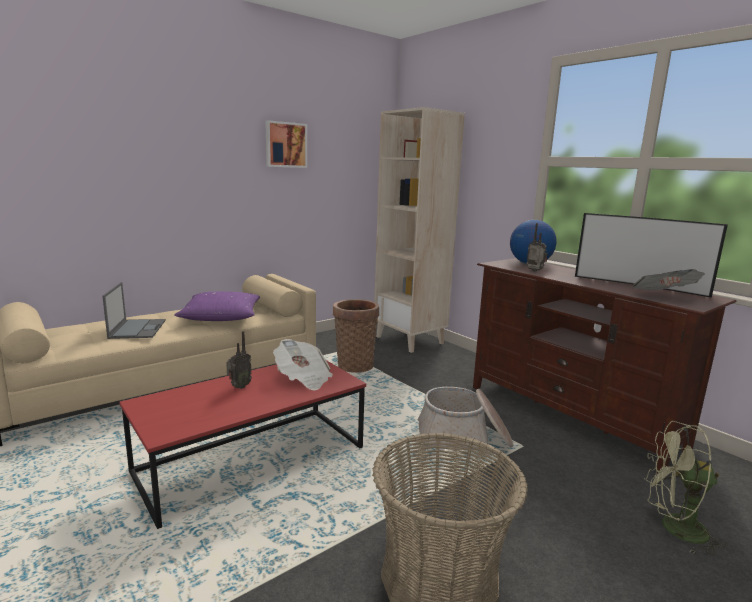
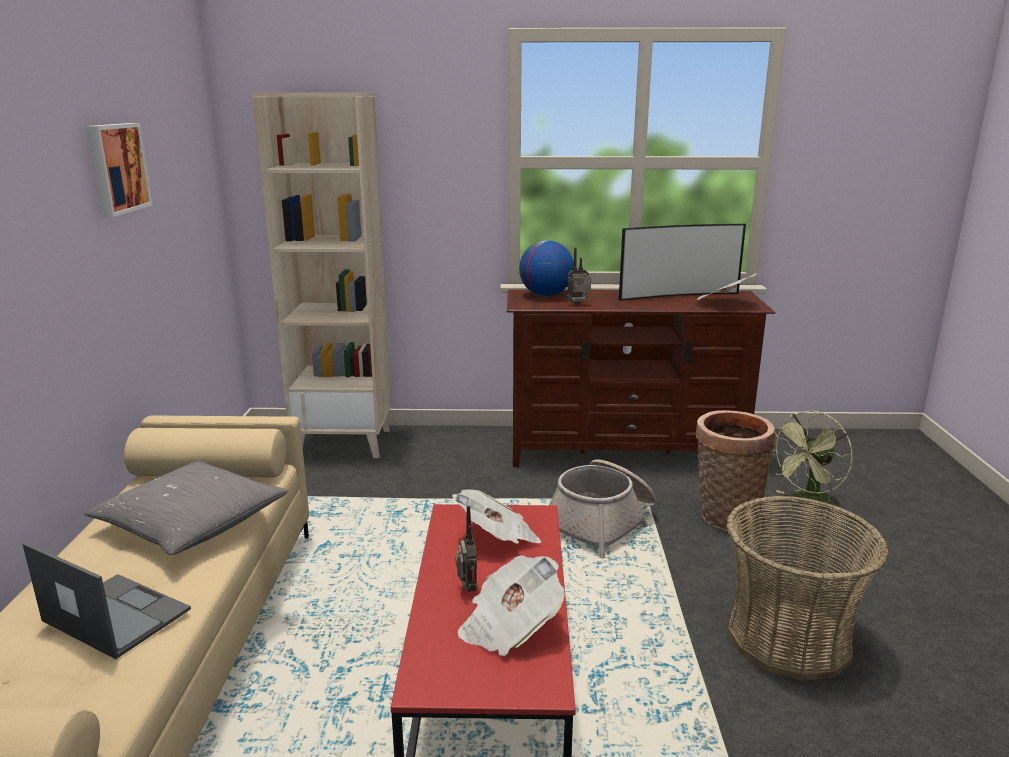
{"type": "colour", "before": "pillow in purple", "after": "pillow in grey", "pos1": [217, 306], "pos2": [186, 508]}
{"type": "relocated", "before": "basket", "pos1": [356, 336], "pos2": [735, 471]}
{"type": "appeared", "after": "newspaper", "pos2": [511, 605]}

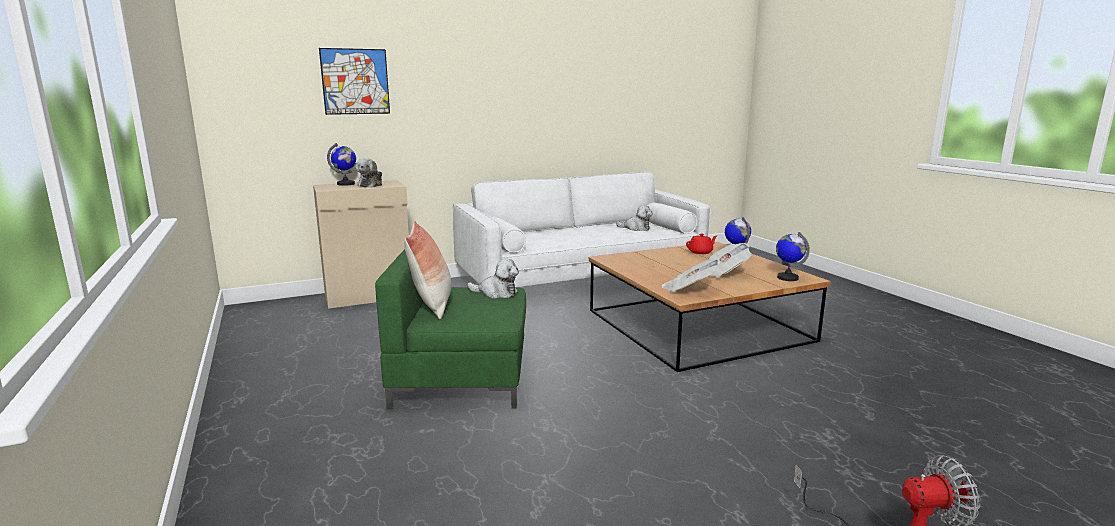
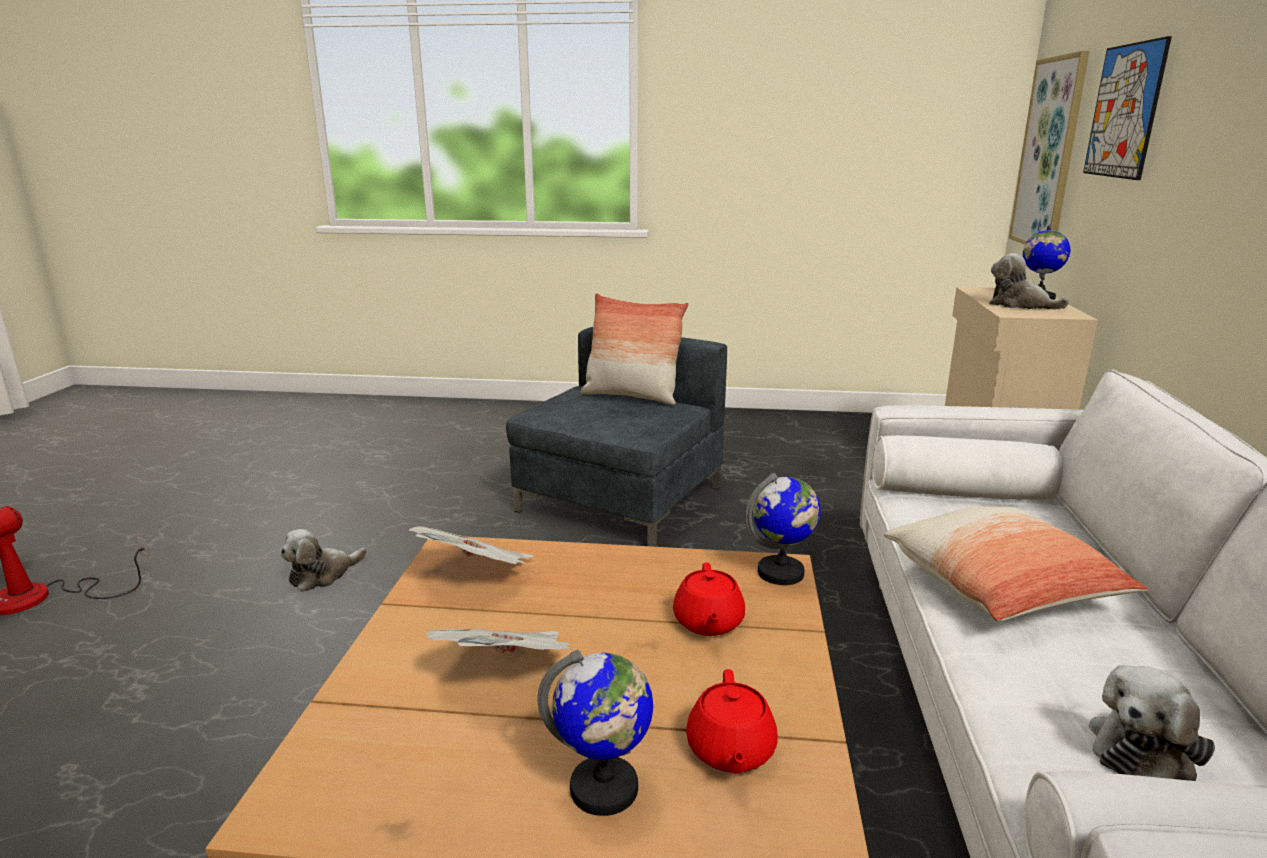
{"type": "colour", "before": "armchair in green", "after": "armchair in grey", "pos1": [450, 329], "pos2": [616, 437]}
{"type": "relocated", "before": "plush toy", "pos1": [493, 278], "pos2": [323, 560]}
{"type": "relocated", "before": "globe", "pos1": [793, 256], "pos2": [783, 529]}
{"type": "appeared", "after": "teapot in red", "pos2": [709, 599]}
{"type": "appeared", "after": "pillow", "pos2": [1016, 564]}
{"type": "appeared", "after": "picture", "pos2": [1049, 148]}

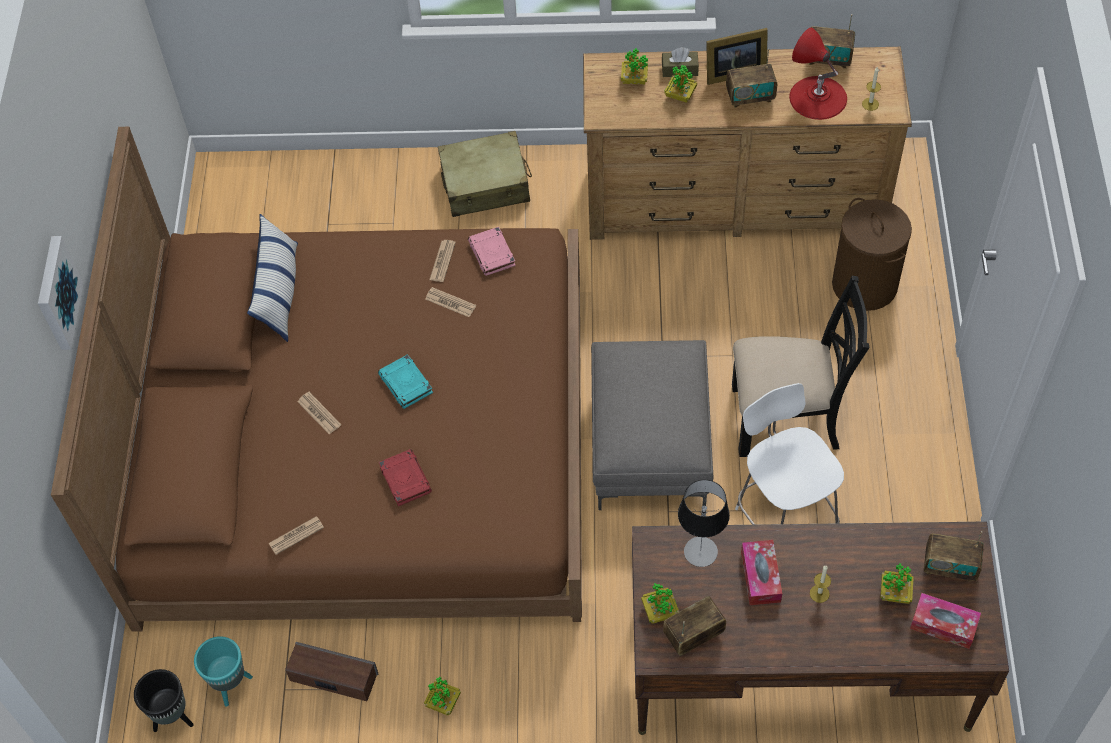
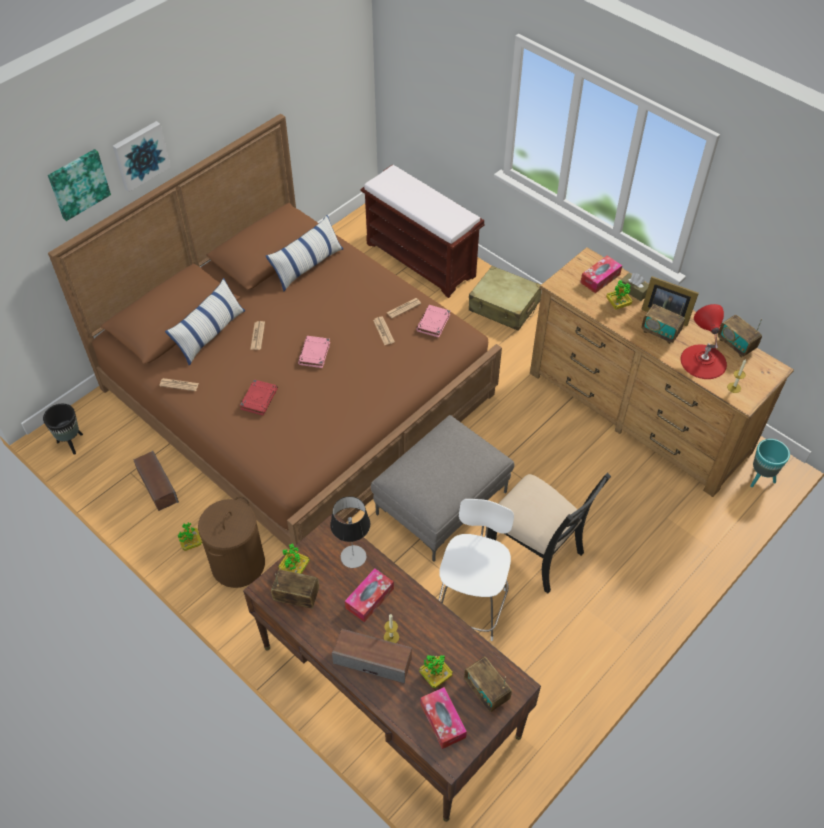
{"type": "relocated", "before": "planter in turquoise", "pos1": [223, 671], "pos2": [770, 463]}
{"type": "colour", "before": "book in turquoise", "after": "book in pink", "pos1": [405, 381], "pos2": [314, 352]}
{"type": "exchanged", "before": "potted plant", "after": "tissue box", "pos1": [634, 66], "pos2": [601, 274]}
{"type": "relocated", "before": "laundry basket in brown", "pos1": [872, 254], "pos2": [231, 542]}
{"type": "appeared", "after": "picture", "pos2": [79, 185]}
{"type": "appeared", "after": "pillow", "pos2": [205, 322]}
{"type": "appeared", "after": "speaker", "pos2": [372, 656]}
{"type": "appeared", "after": "bench in brown", "pos2": [422, 231]}

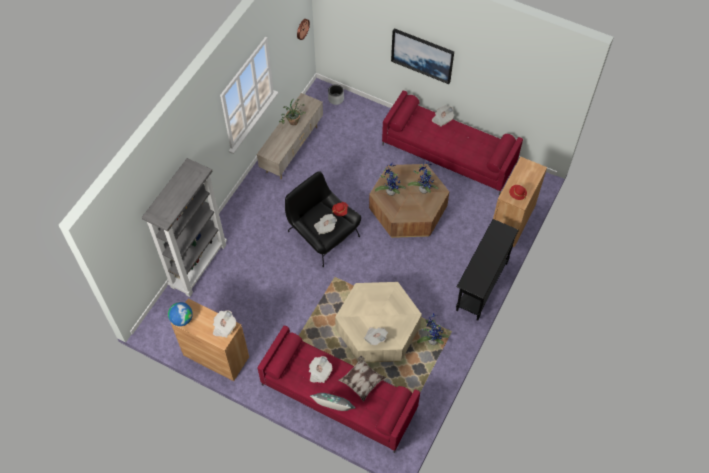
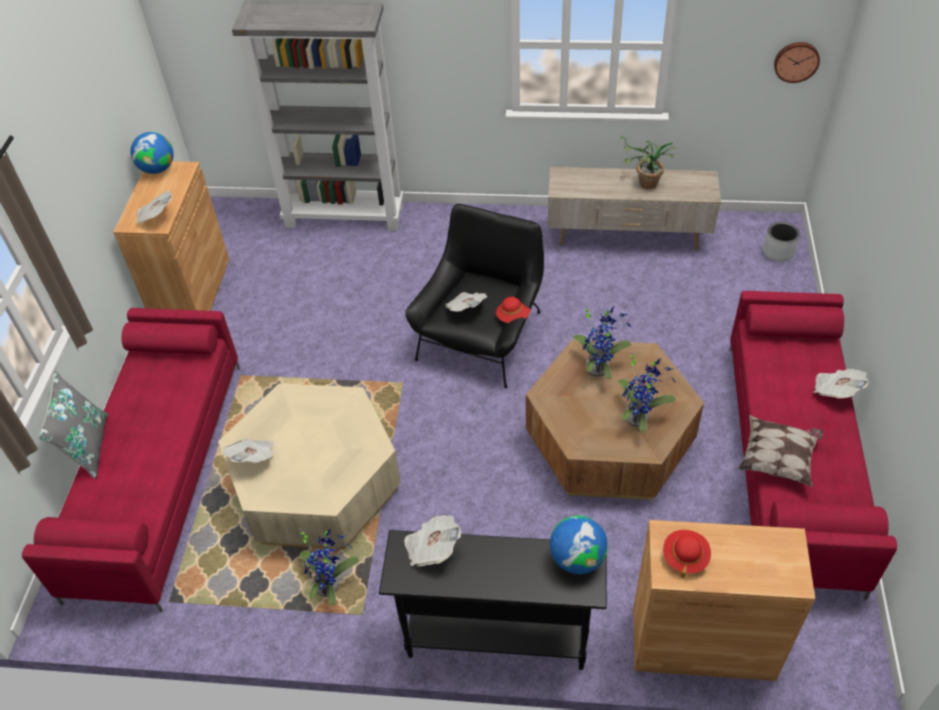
{"type": "relocated", "before": "newspaper", "pos1": [320, 369], "pos2": [432, 540]}
{"type": "relocated", "before": "pillow", "pos1": [362, 379], "pos2": [780, 451]}
{"type": "missing", "before": "picture", "pos1": [422, 56]}
{"type": "appeared", "after": "globe", "pos2": [579, 544]}

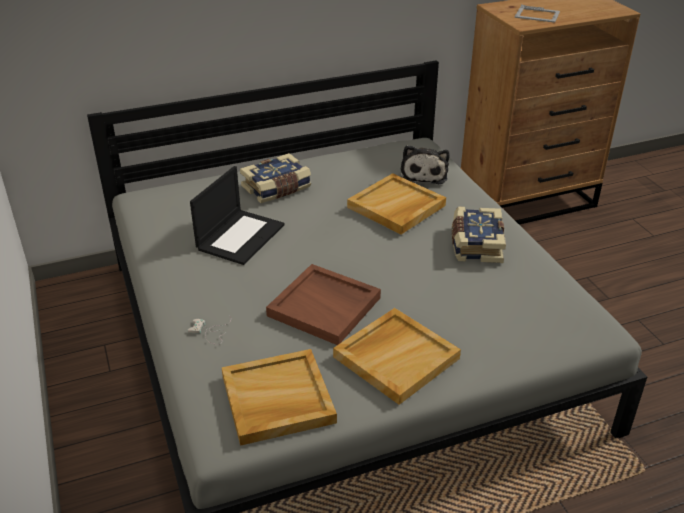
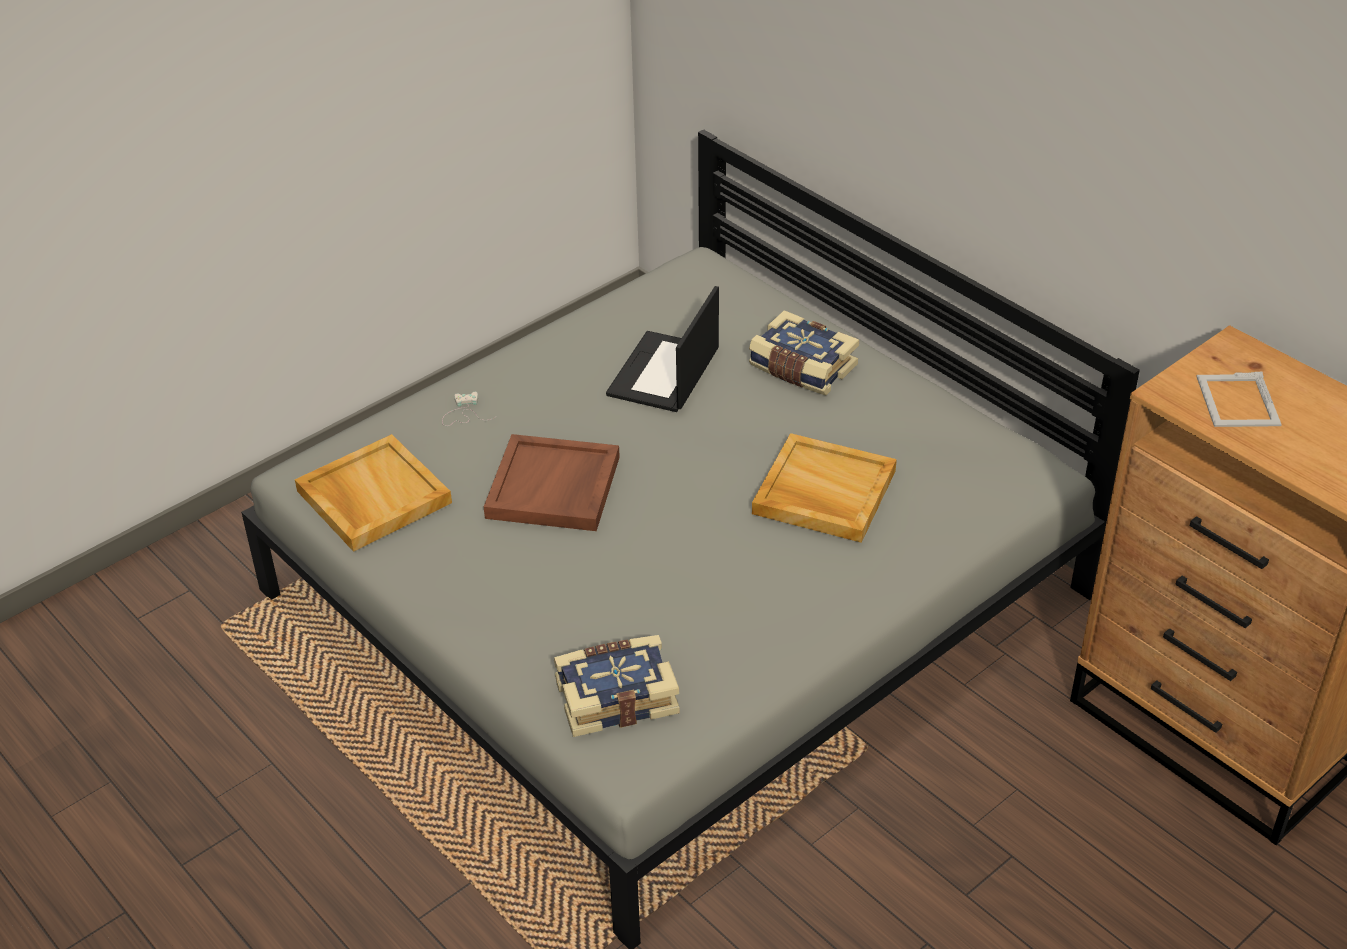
{"type": "spun", "before": "laptop", "pos1": [237, 215], "pos2": [662, 349], "turn": 105}
{"type": "missing", "before": "tray in beige", "pos1": [397, 356]}
{"type": "missing", "before": "plush toy", "pos1": [425, 164]}
{"type": "relocated", "before": "book", "pos1": [479, 234], "pos2": [617, 686]}

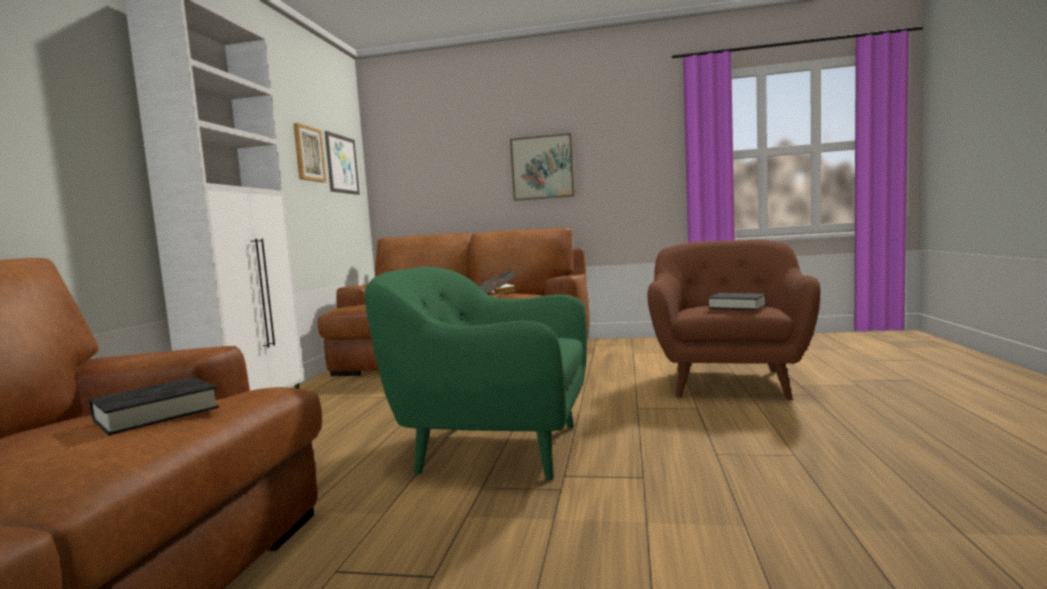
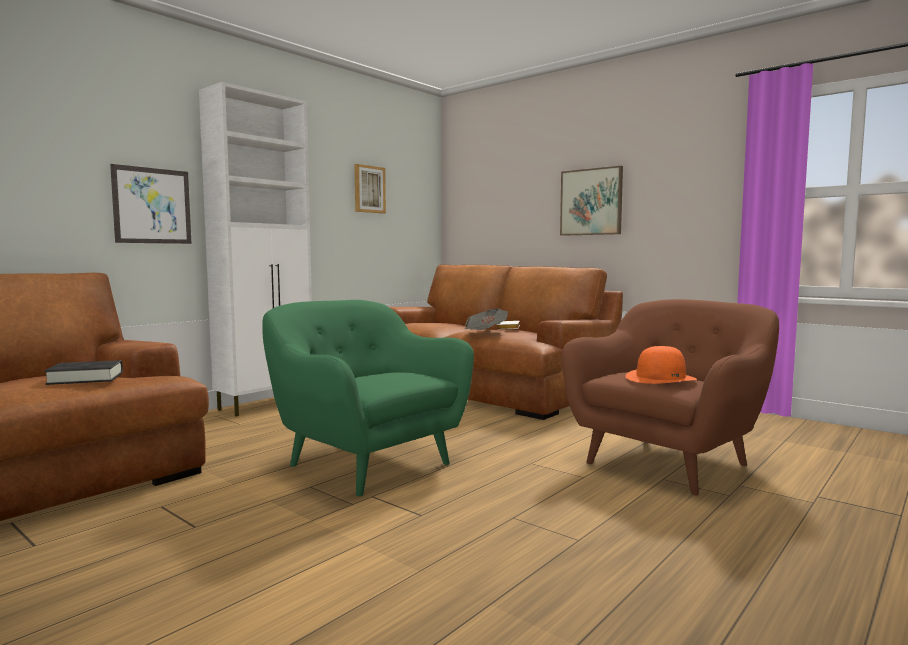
{"type": "relocated", "before": "picture", "pos1": [342, 163], "pos2": [151, 204]}
{"type": "exchanged", "before": "book in black", "after": "hat in orange", "pos1": [737, 301], "pos2": [661, 365]}

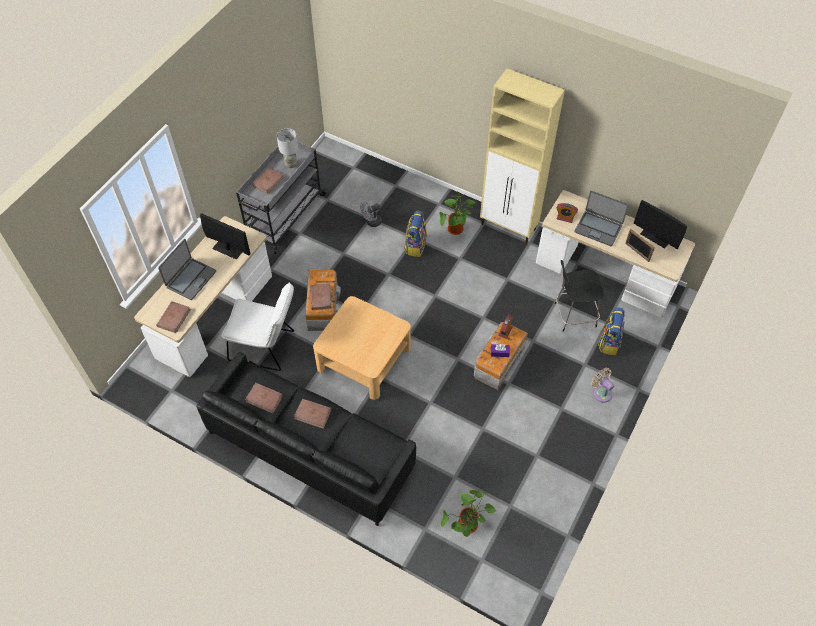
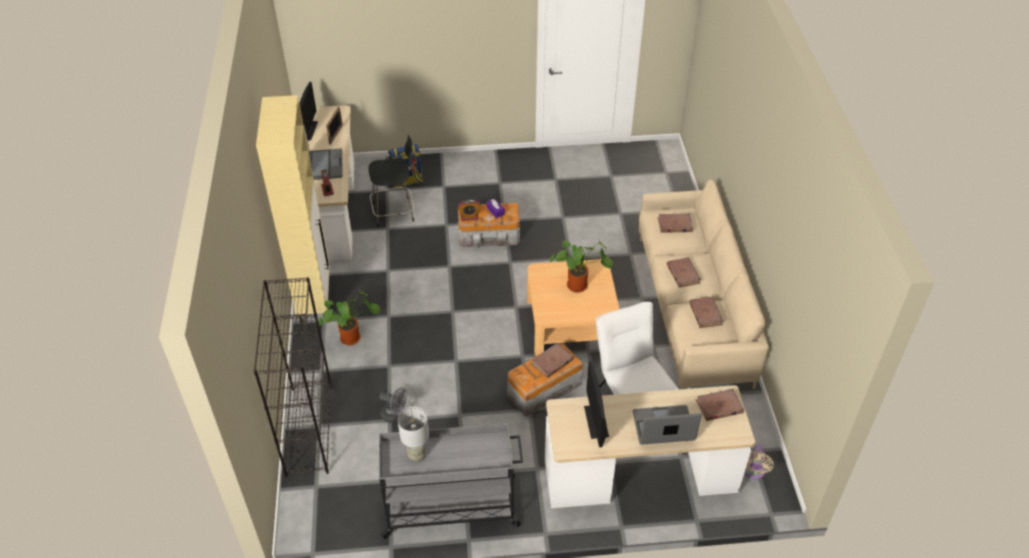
{"type": "colour", "before": "sofa in black", "after": "sofa in beige", "pos1": [306, 439], "pos2": [704, 284]}
{"type": "relocated", "before": "book in brown", "pos1": [268, 180], "pos2": [675, 223]}
{"type": "missing", "before": "backpack", "pos1": [415, 234]}
{"type": "relocated", "before": "potted plant", "pos1": [468, 513], "pos2": [581, 266]}
{"type": "spun", "before": "chair in black", "pos1": [579, 296], "pos2": [391, 181], "turn": -60}
{"type": "relocated", "before": "fan in beige", "pos1": [602, 385], "pos2": [759, 462]}
{"type": "appeared", "after": "bookcase in black", "pos2": [293, 377]}

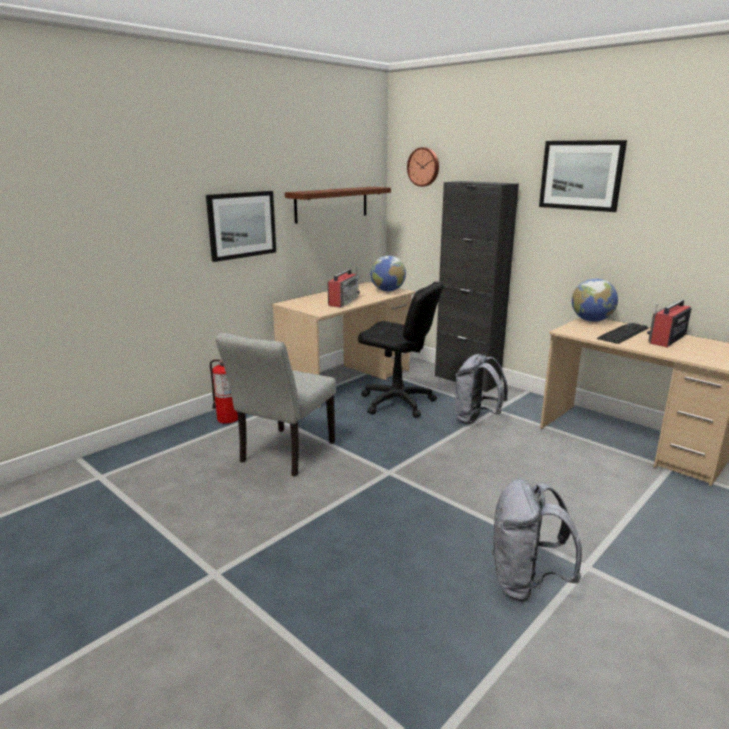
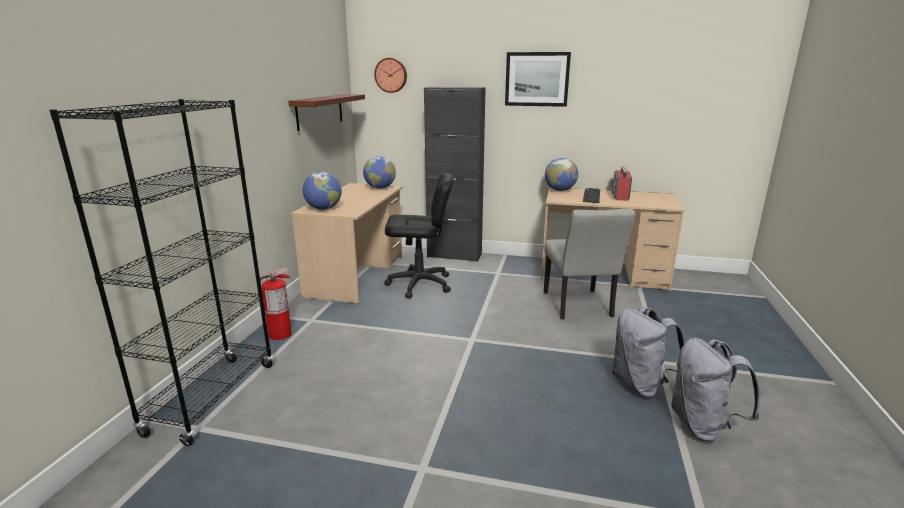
{"type": "missing", "before": "picture", "pos1": [241, 226]}
{"type": "relocated", "before": "chair in grey", "pos1": [276, 404], "pos2": [590, 263]}
{"type": "missing", "before": "radio", "pos1": [344, 287]}
{"type": "relocated", "before": "backpack in grey", "pos1": [481, 389], "pos2": [715, 390]}
{"type": "appeared", "after": "bookcase in black", "pos2": [161, 272]}
{"type": "appeared", "after": "globe", "pos2": [322, 191]}

